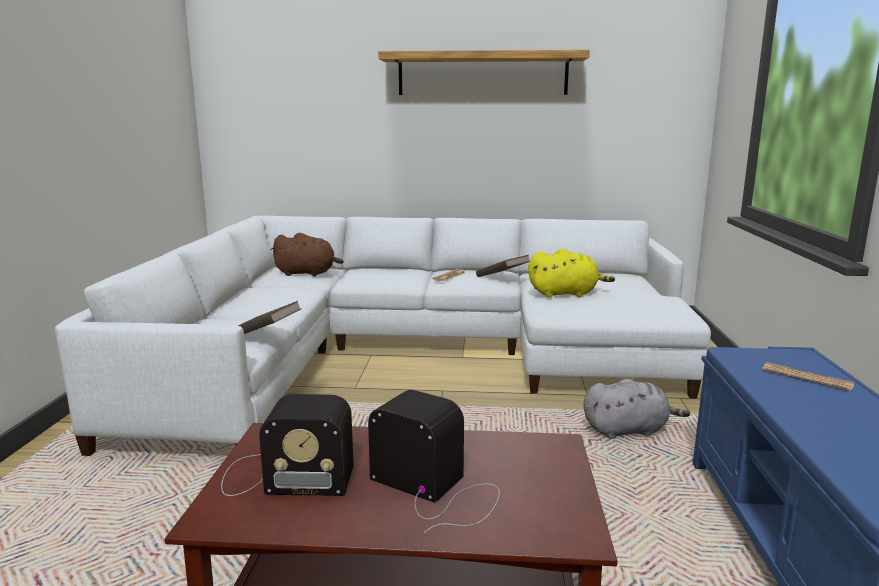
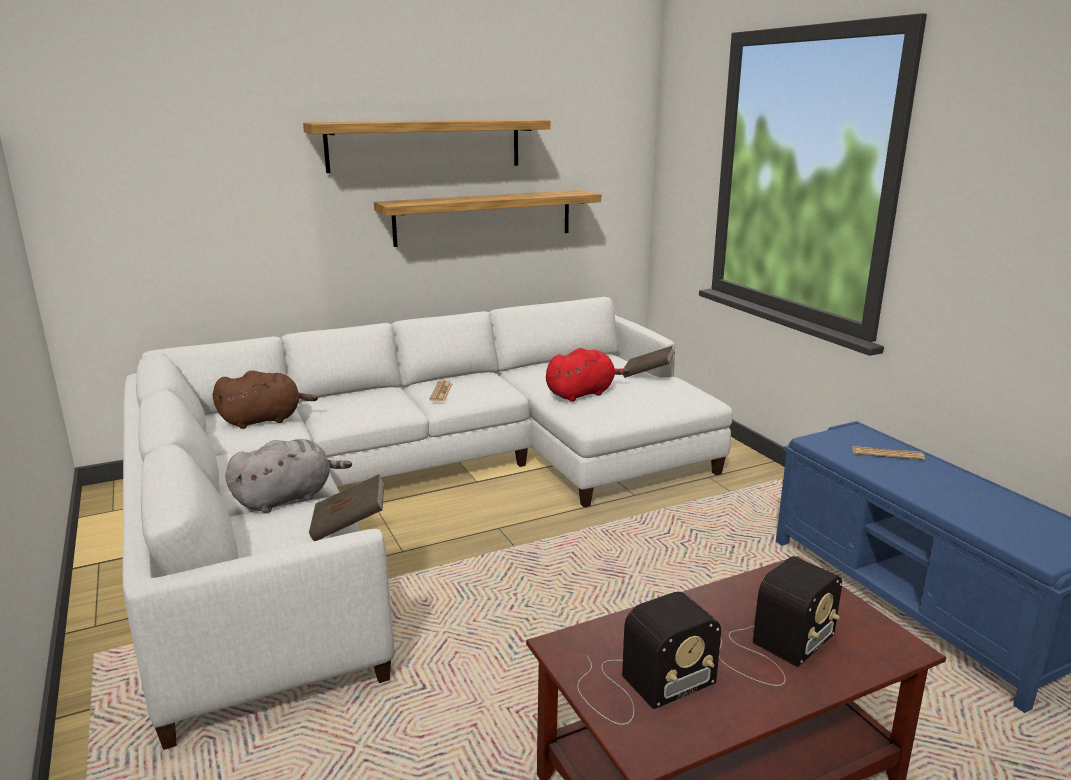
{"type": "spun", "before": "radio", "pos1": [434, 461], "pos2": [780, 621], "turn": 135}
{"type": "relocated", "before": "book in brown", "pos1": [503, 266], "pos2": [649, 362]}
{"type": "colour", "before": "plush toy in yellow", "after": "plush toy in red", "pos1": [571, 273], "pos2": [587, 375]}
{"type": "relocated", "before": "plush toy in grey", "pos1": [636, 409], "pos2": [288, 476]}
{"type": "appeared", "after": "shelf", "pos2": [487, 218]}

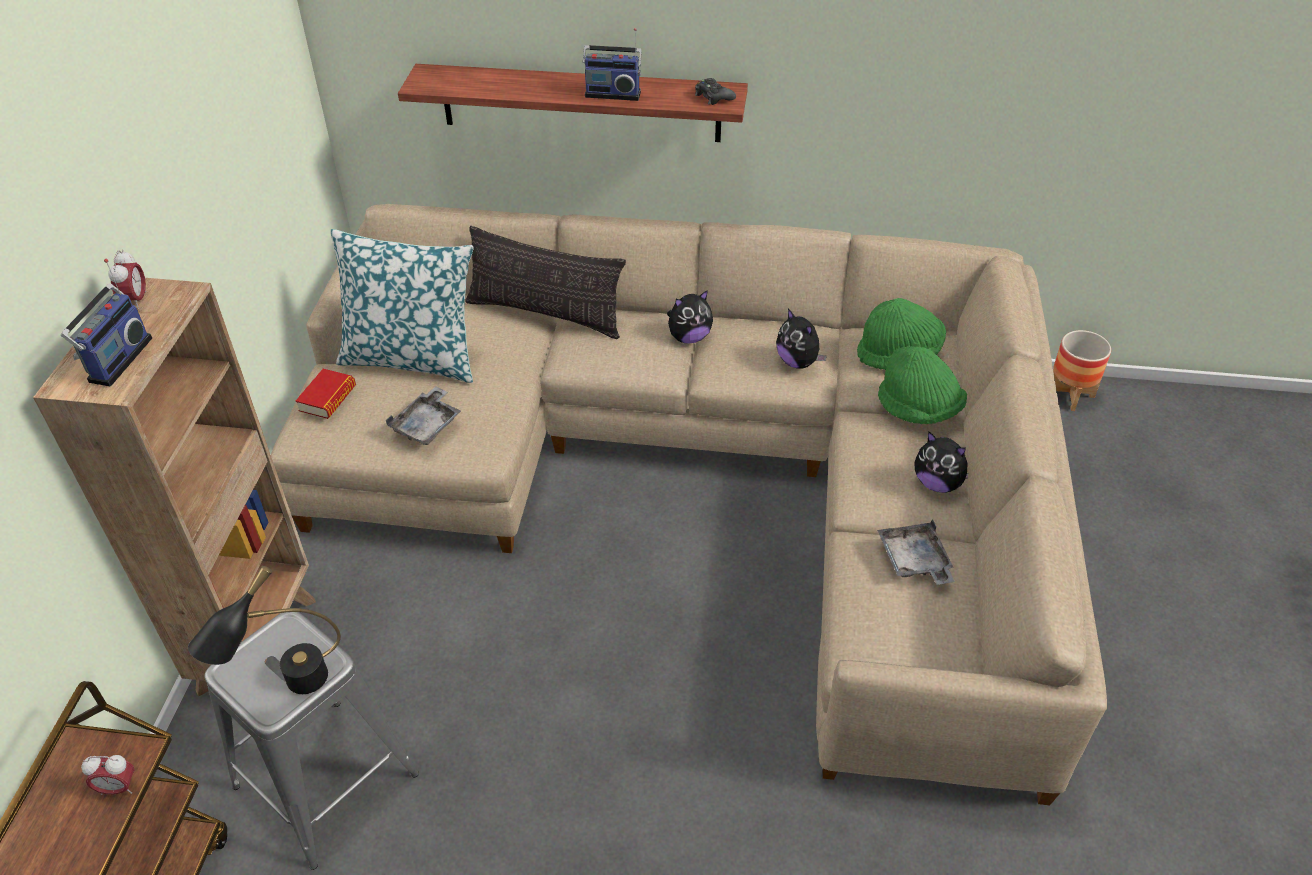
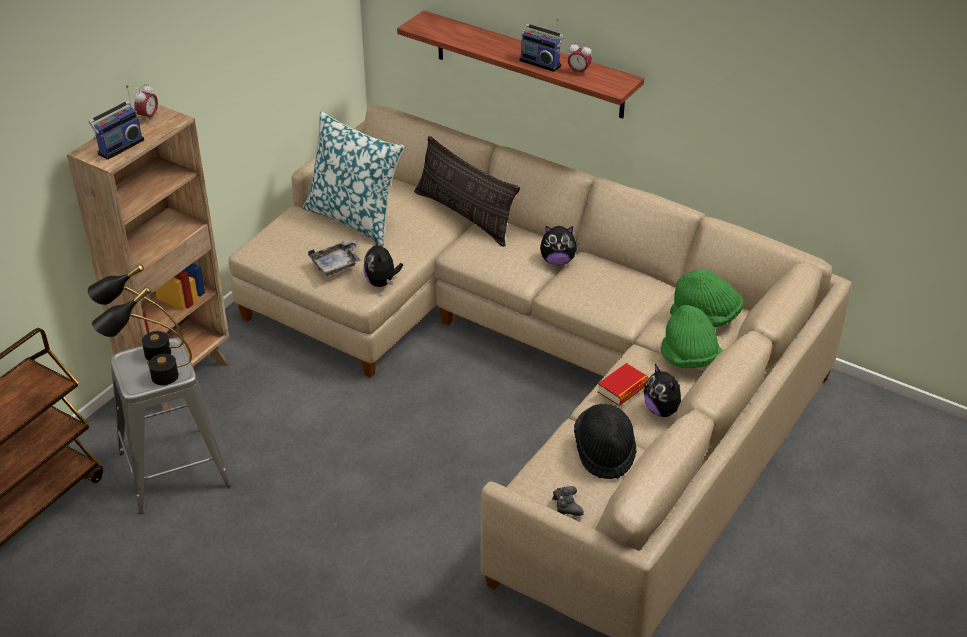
{"type": "relocated", "before": "alarm clock", "pos1": [107, 775], "pos2": [580, 58]}
{"type": "relocated", "before": "book", "pos1": [326, 394], "pos2": [623, 384]}
{"type": "relocated", "before": "game controller in black", "pos1": [715, 91], "pos2": [568, 501]}
{"type": "relocated", "before": "plush toy", "pos1": [801, 338], "pos2": [383, 262]}
{"type": "exchanged", "before": "tray in grey", "after": "hat in black", "pos1": [916, 552], "pos2": [605, 441]}
{"type": "missing", "before": "planter", "pos1": [1082, 370]}
{"type": "appeared", "after": "table lamp in black", "pos2": [135, 312]}

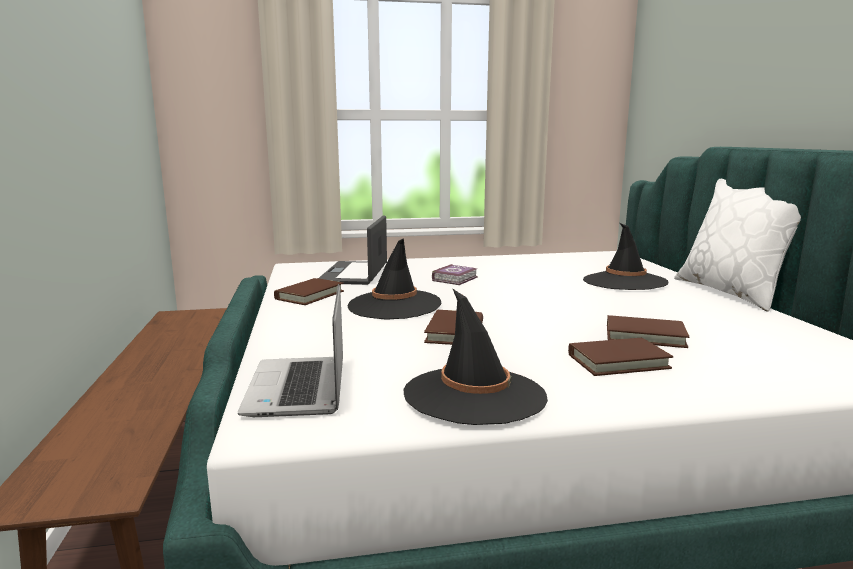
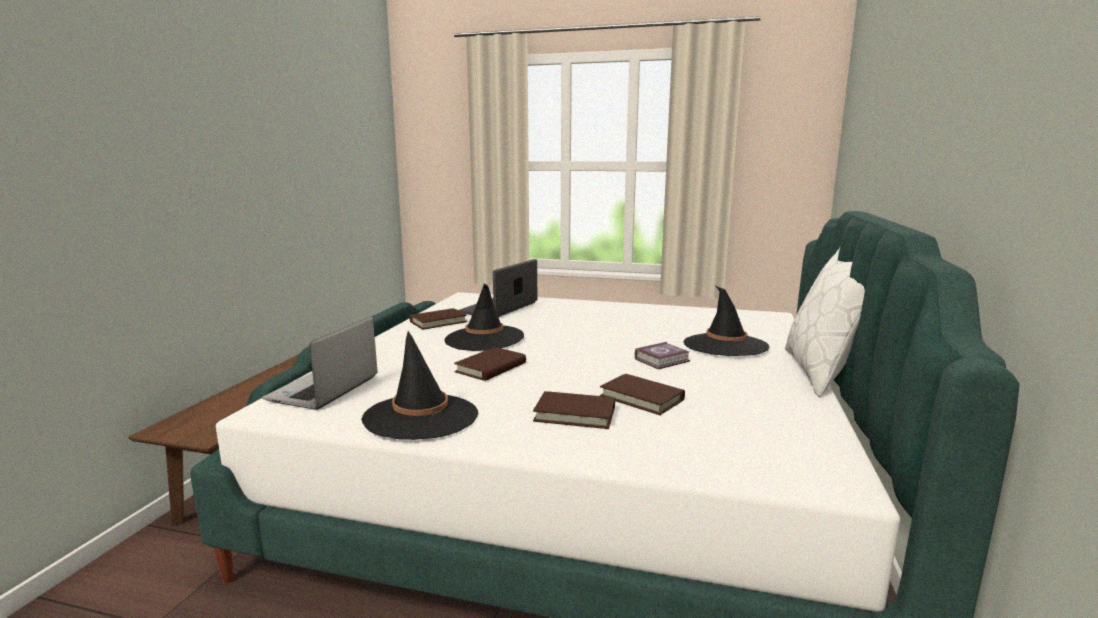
{"type": "relocated", "before": "book", "pos1": [455, 274], "pos2": [662, 355]}

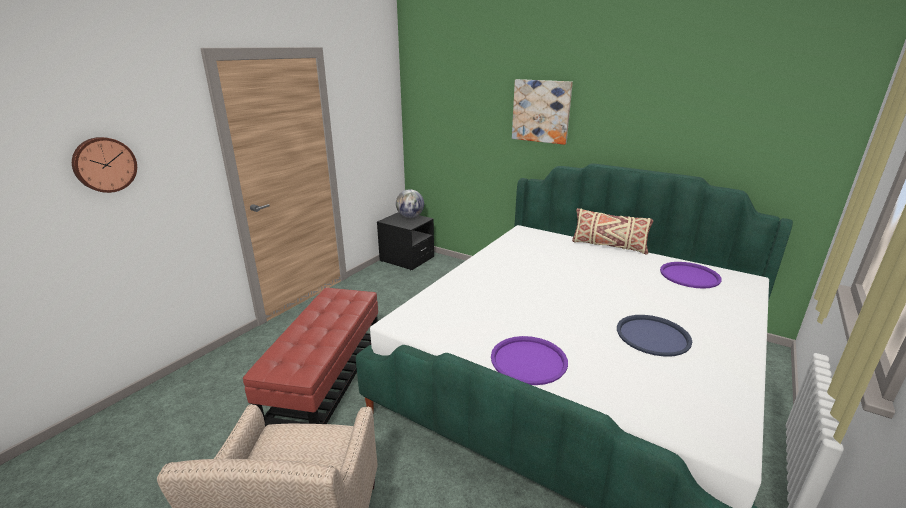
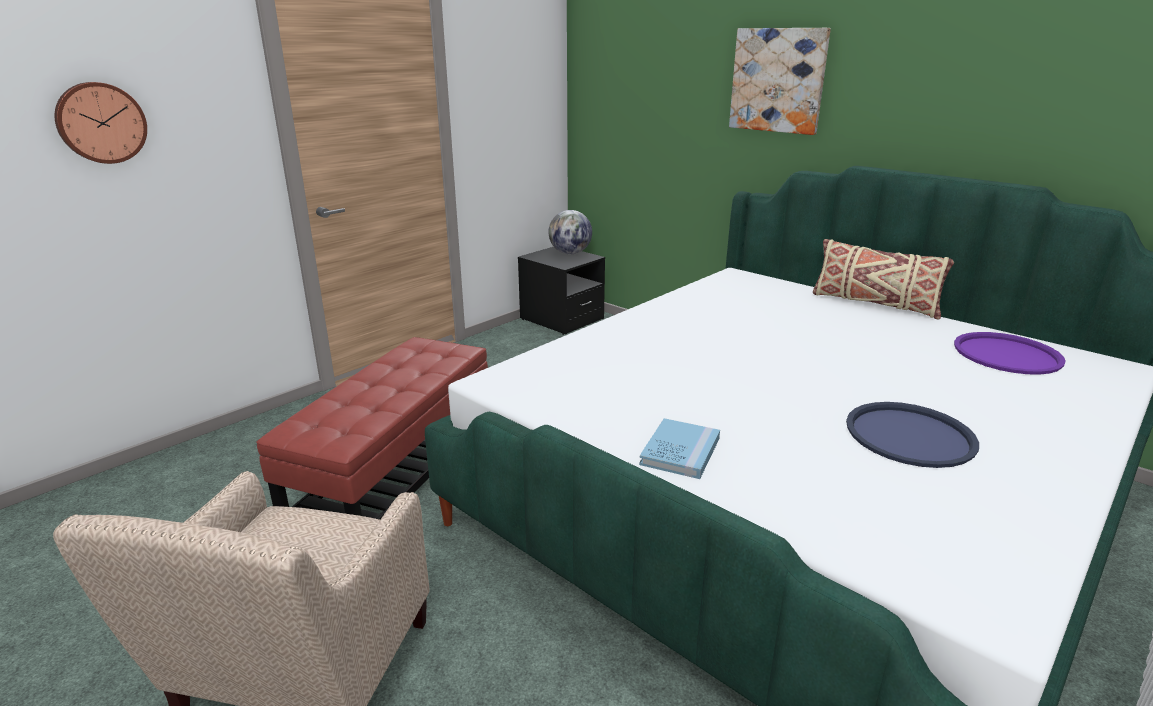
{"type": "exchanged", "before": "tray in purple", "after": "book in blue", "pos1": [529, 360], "pos2": [679, 448]}

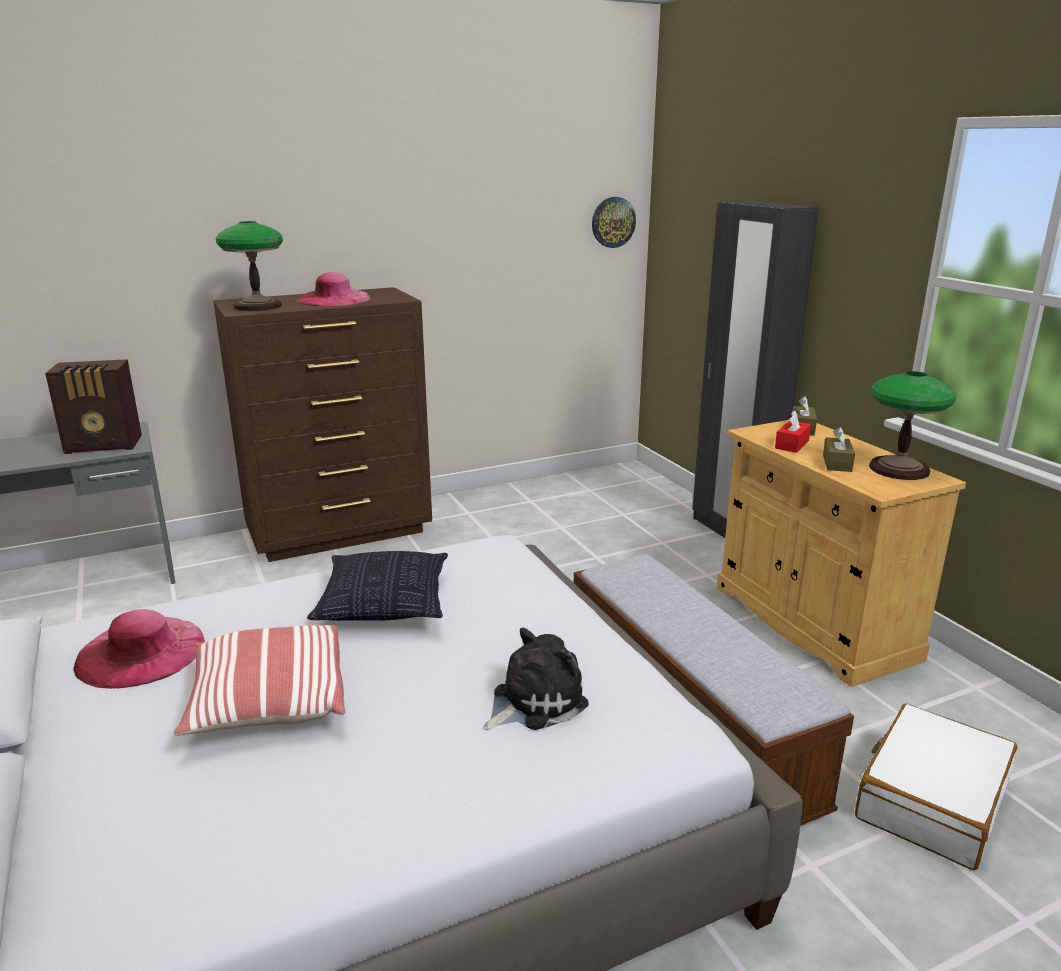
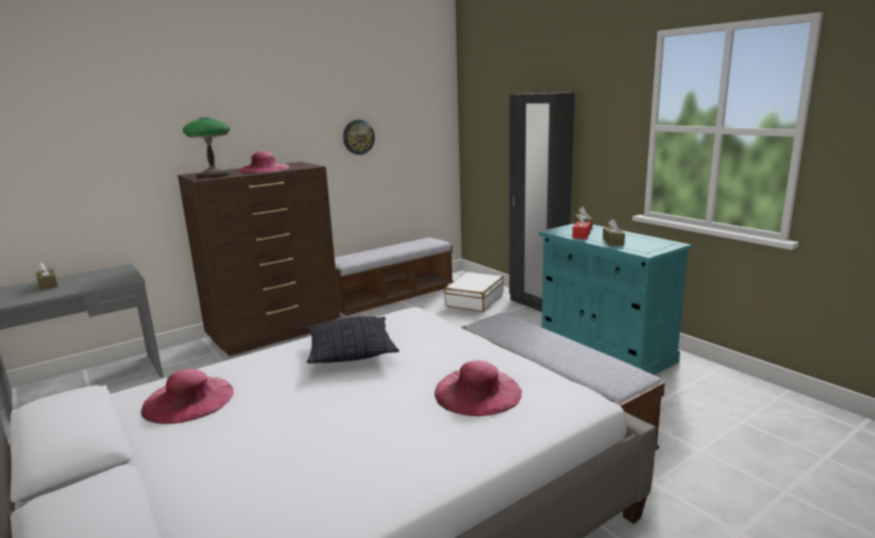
{"type": "missing", "before": "radio", "pos1": [93, 406]}
{"type": "missing", "before": "pillow", "pos1": [259, 680]}
{"type": "exchanged", "before": "plush toy", "after": "hat in pink", "pos1": [536, 679], "pos2": [478, 388]}
{"type": "relocated", "before": "wall clock", "pos1": [614, 222], "pos2": [359, 137]}
{"type": "colour", "before": "cabinet in beige", "after": "cabinet in turquoise", "pos1": [841, 553], "pos2": [615, 299]}
{"type": "relocated", "before": "suitcase in white", "pos1": [936, 787], "pos2": [474, 292]}
{"type": "missing", "before": "table lamp", "pos1": [912, 425]}
{"type": "appeared", "after": "tissue box in brown", "pos2": [47, 276]}
{"type": "appeared", "after": "bench", "pos2": [393, 277]}

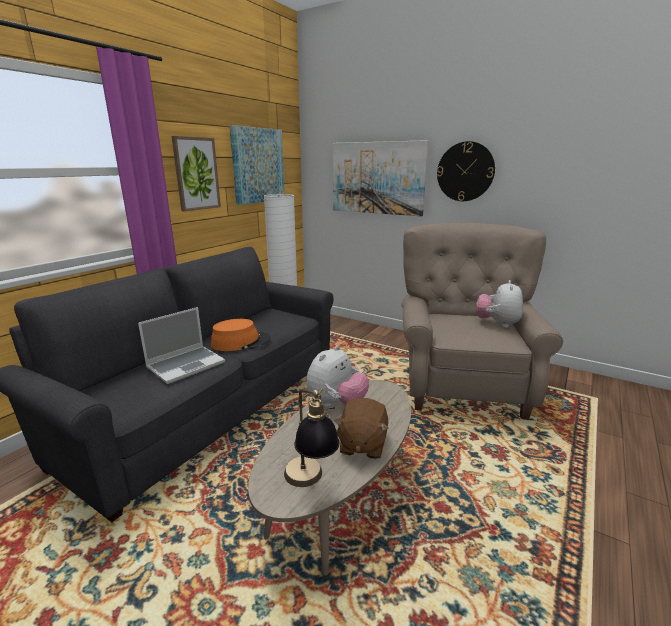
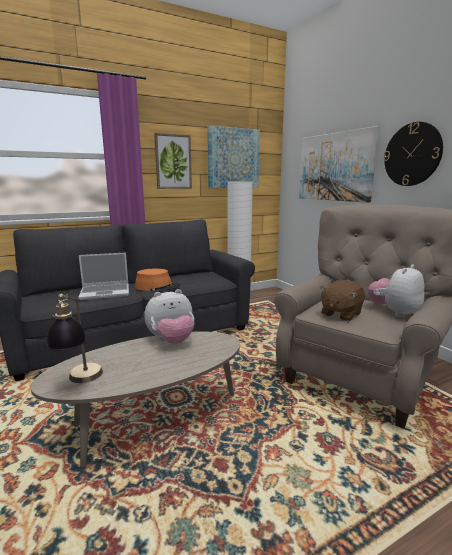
{"type": "relocated", "before": "plush toy in brown", "pos1": [361, 428], "pos2": [342, 300]}

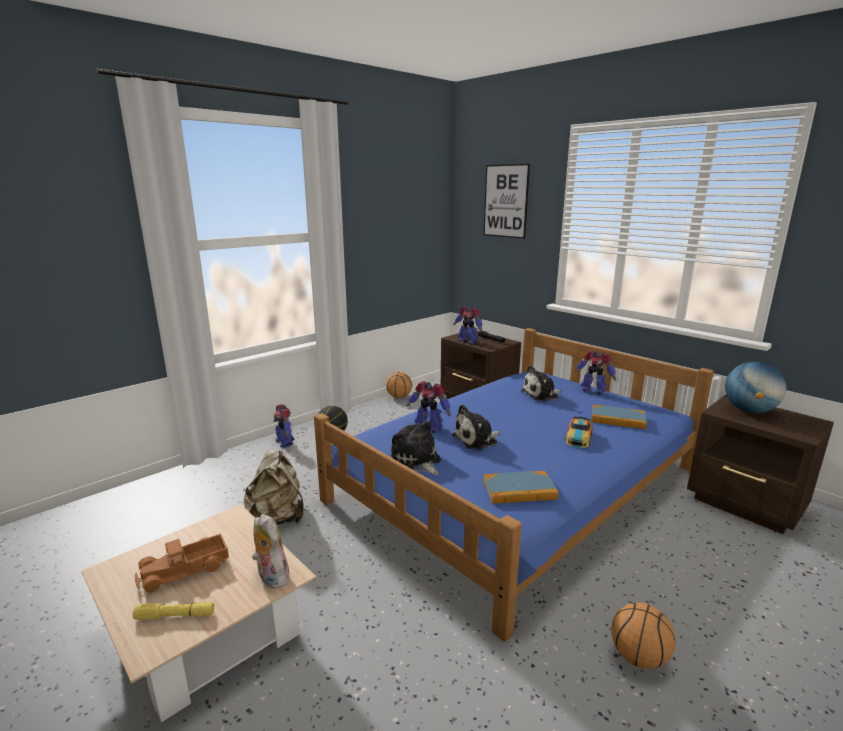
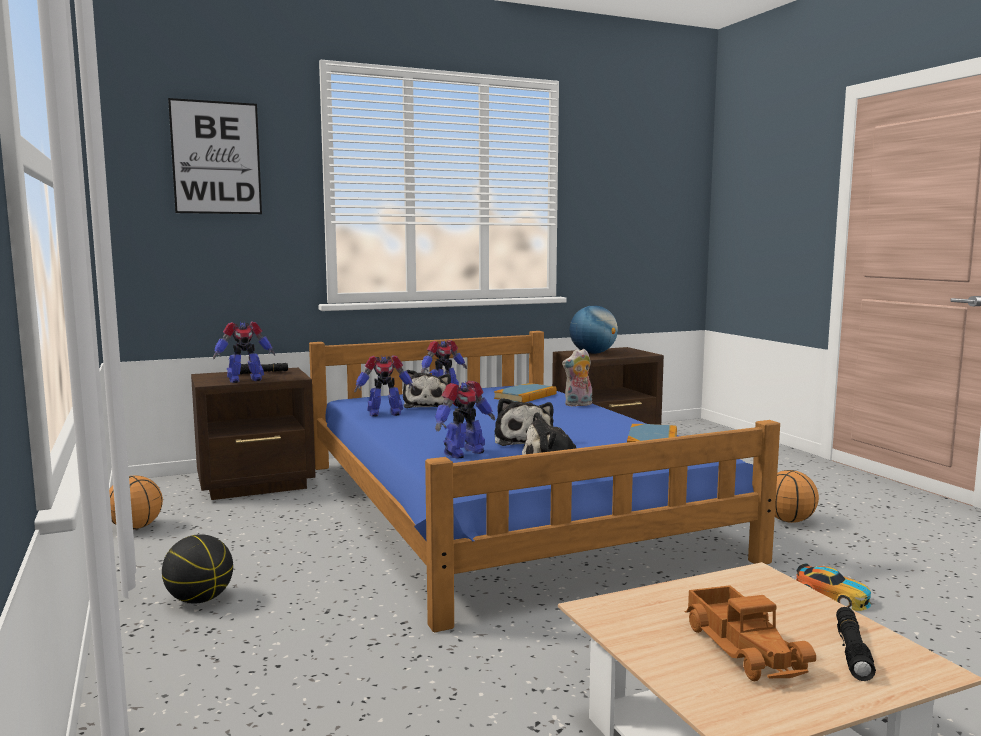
{"type": "colour", "before": "flashlight in yellow", "after": "flashlight in black", "pos1": [173, 611], "pos2": [856, 644]}
{"type": "missing", "before": "backpack in beige", "pos1": [273, 487]}
{"type": "relocated", "before": "plush toy", "pos1": [272, 551], "pos2": [577, 378]}
{"type": "relocated", "before": "toy robot", "pos1": [284, 426], "pos2": [384, 386]}
{"type": "relocated", "before": "toy car", "pos1": [579, 432], "pos2": [833, 587]}

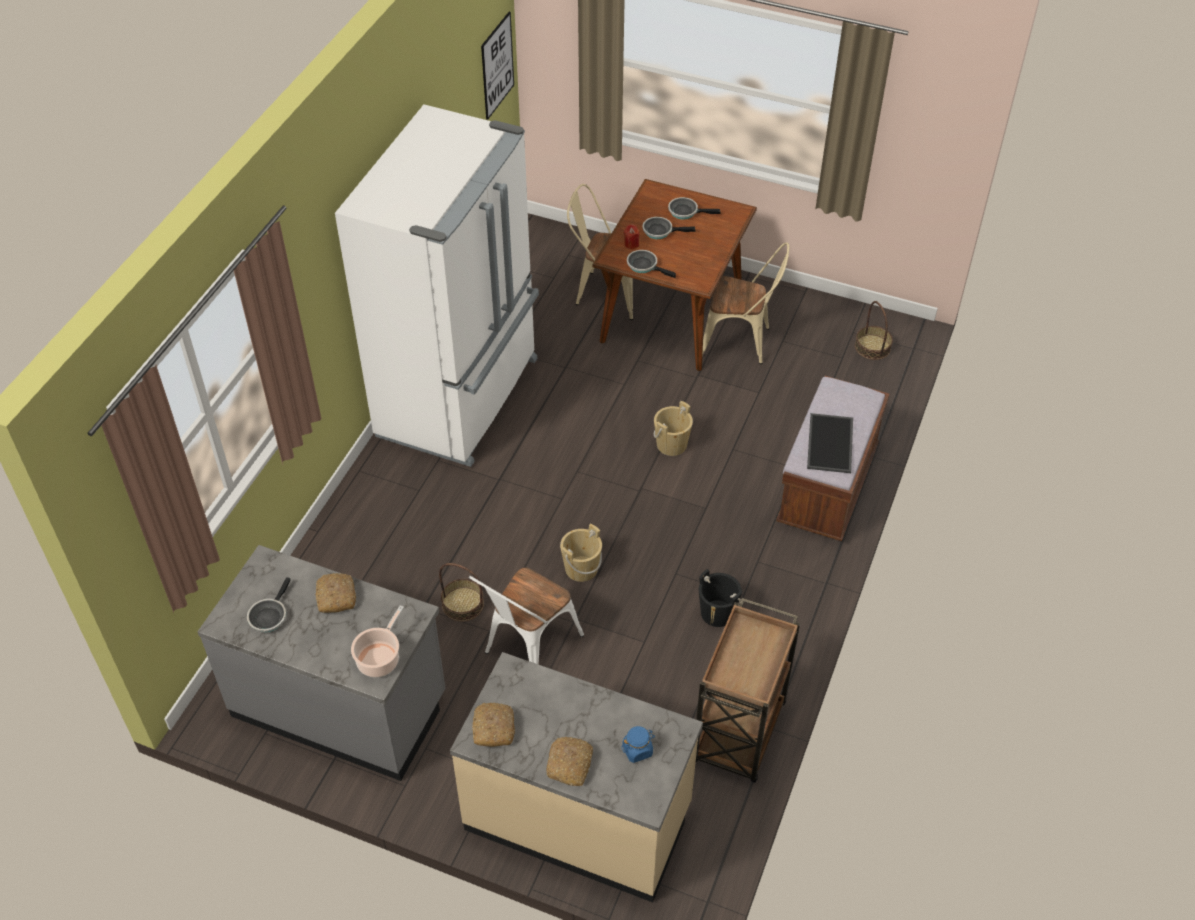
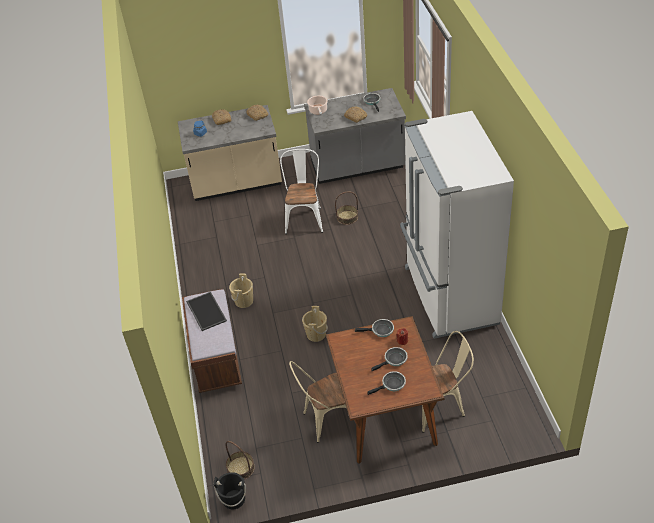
{"type": "missing", "before": "picture", "pos1": [497, 66]}
{"type": "relocated", "before": "bucket in beige", "pos1": [581, 553], "pos2": [241, 290]}
{"type": "missing", "before": "cart in brown", "pos1": [748, 690]}
{"type": "relocated", "before": "bucket in black", "pos1": [720, 598], "pos2": [230, 490]}

